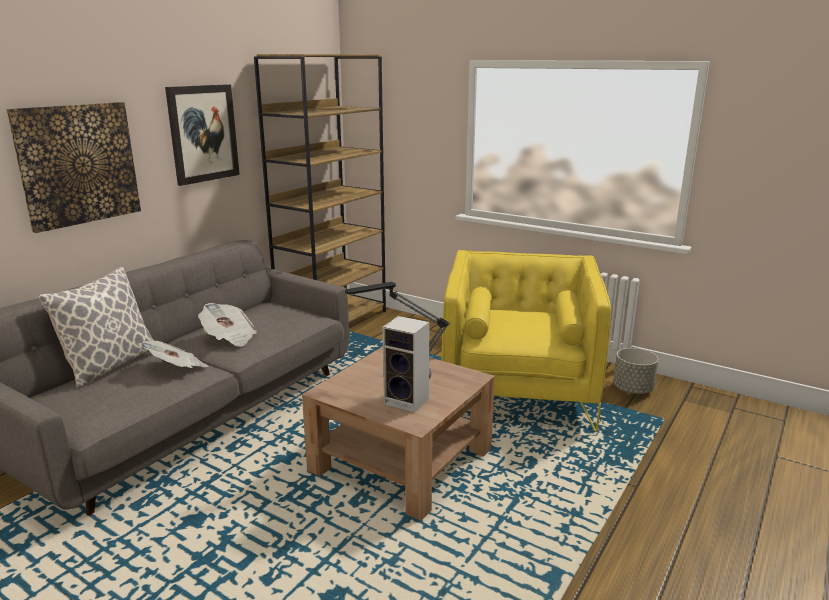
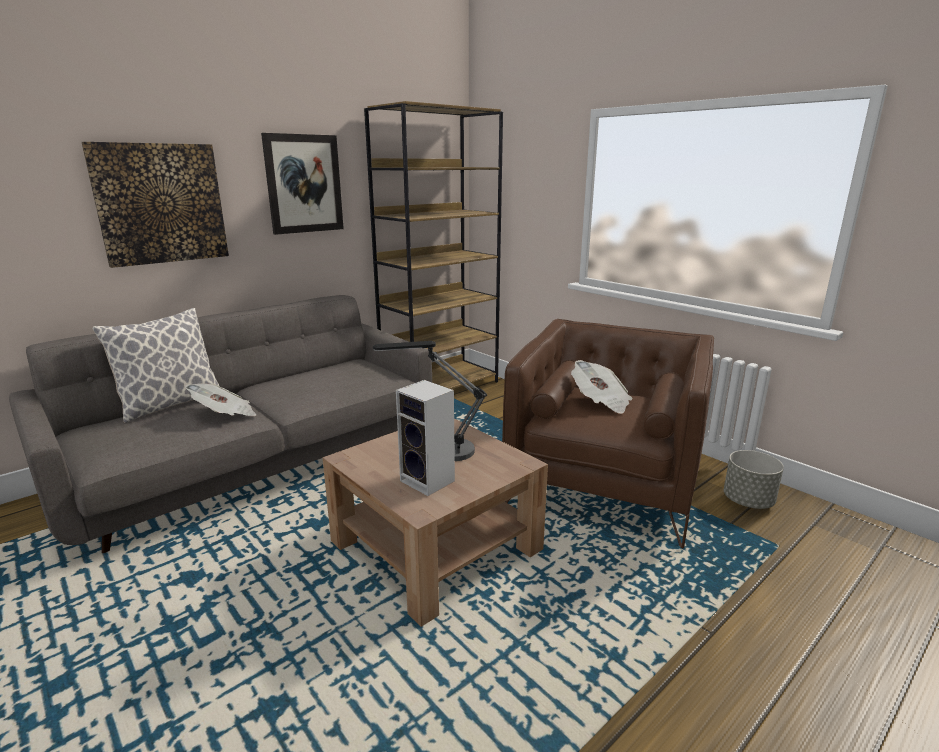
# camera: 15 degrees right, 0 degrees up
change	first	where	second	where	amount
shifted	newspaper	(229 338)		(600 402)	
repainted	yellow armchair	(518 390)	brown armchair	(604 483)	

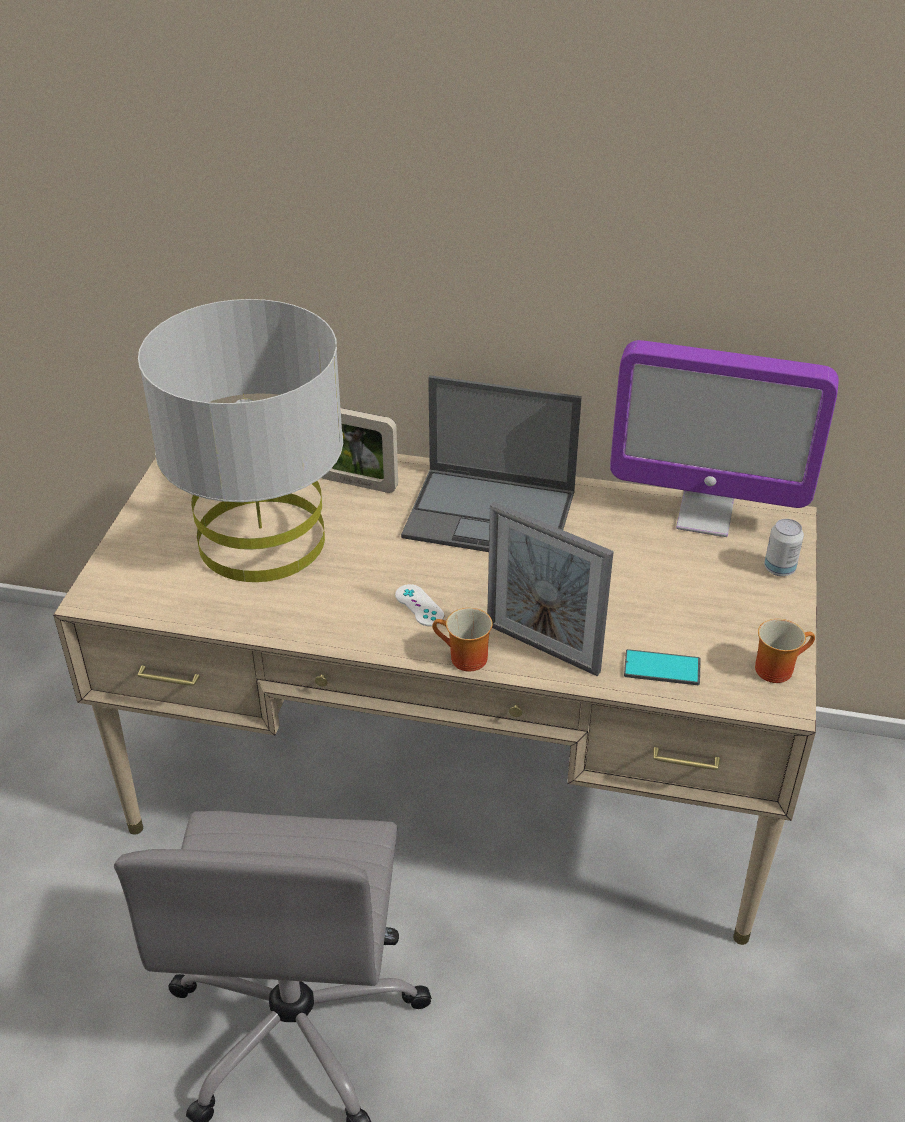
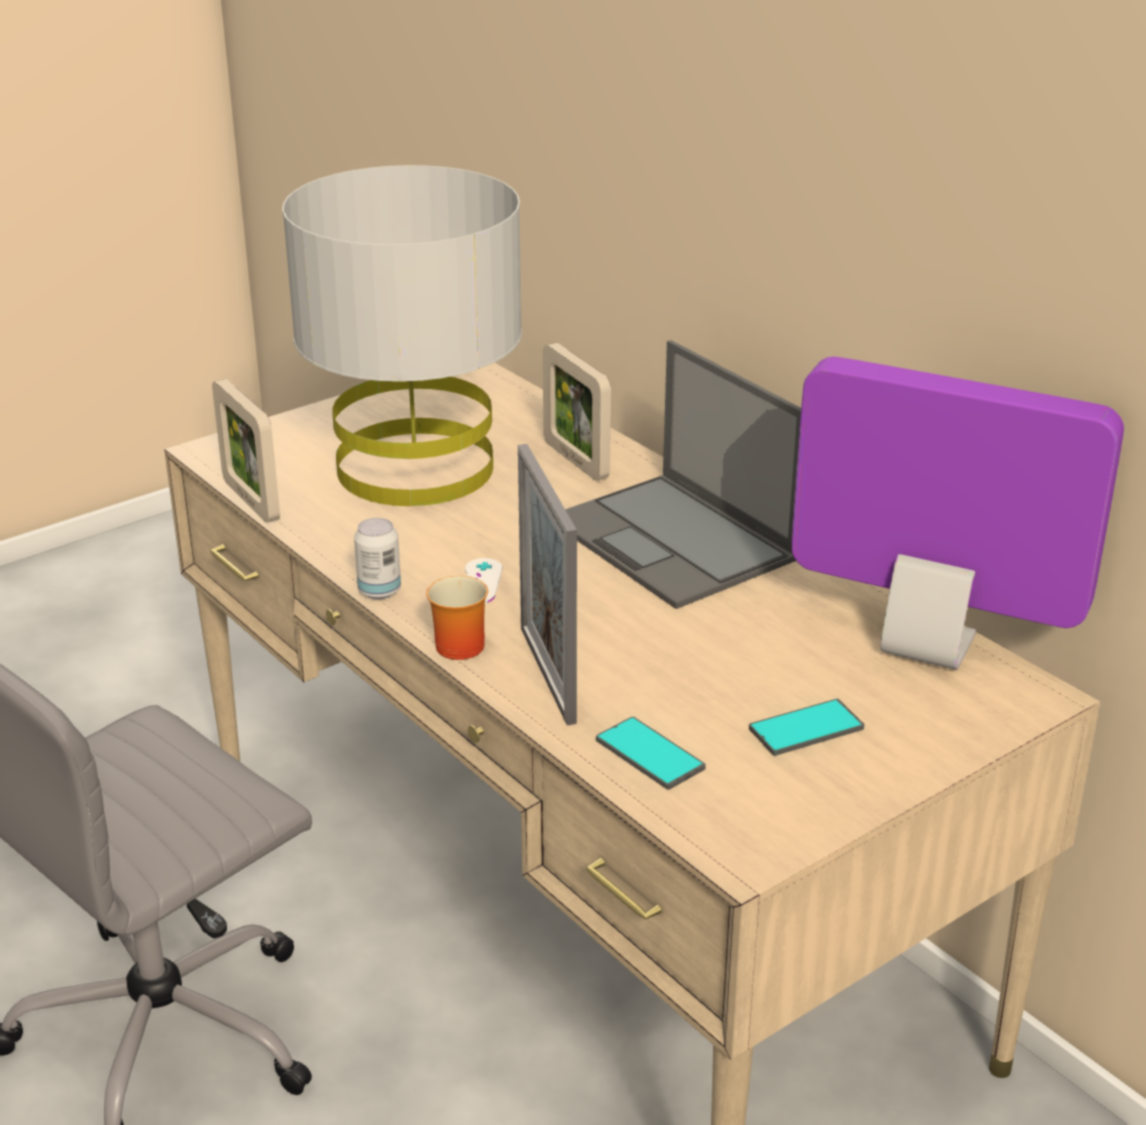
# camera: 40 degrees right, 10 degrees down
change	first	where	second	where	amount
gone	mug	(776 667)			
new			picture frame	(251 501)	
new			phone	(806 728)	
shifted	can	(779 569)		(379 591)	
rotated	monitor	(704 516)		(927 646)	150 degrees clockwise

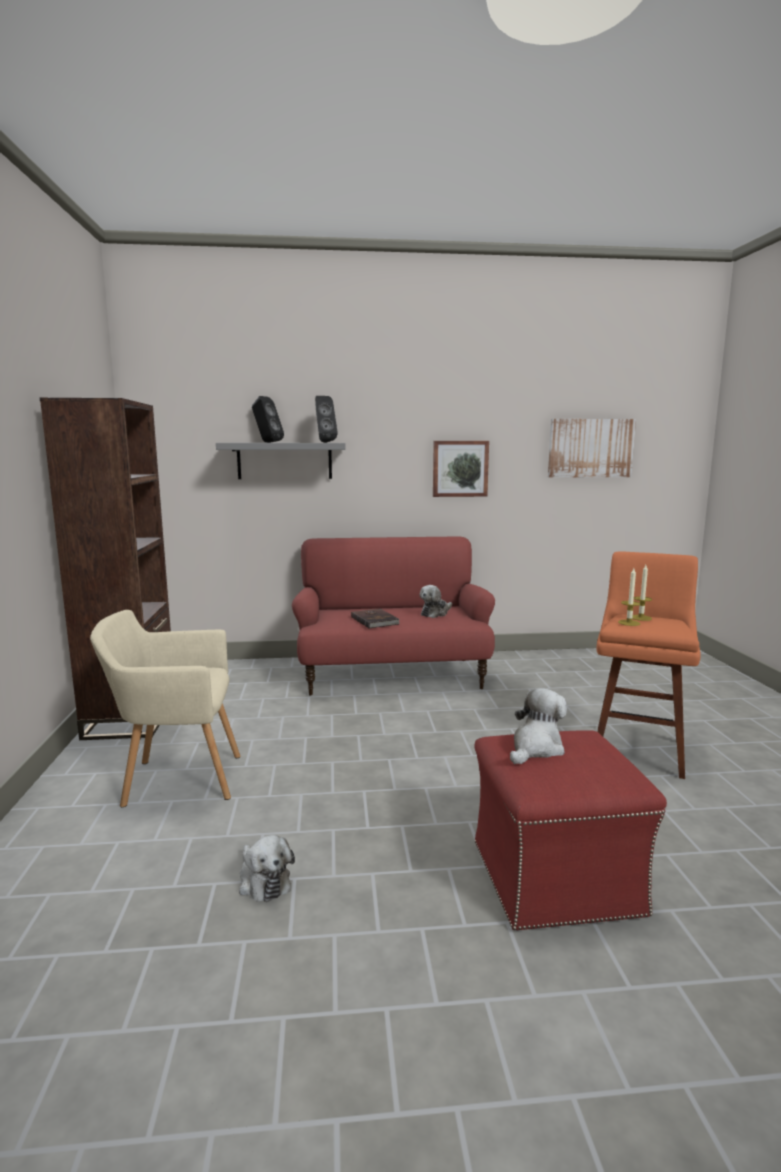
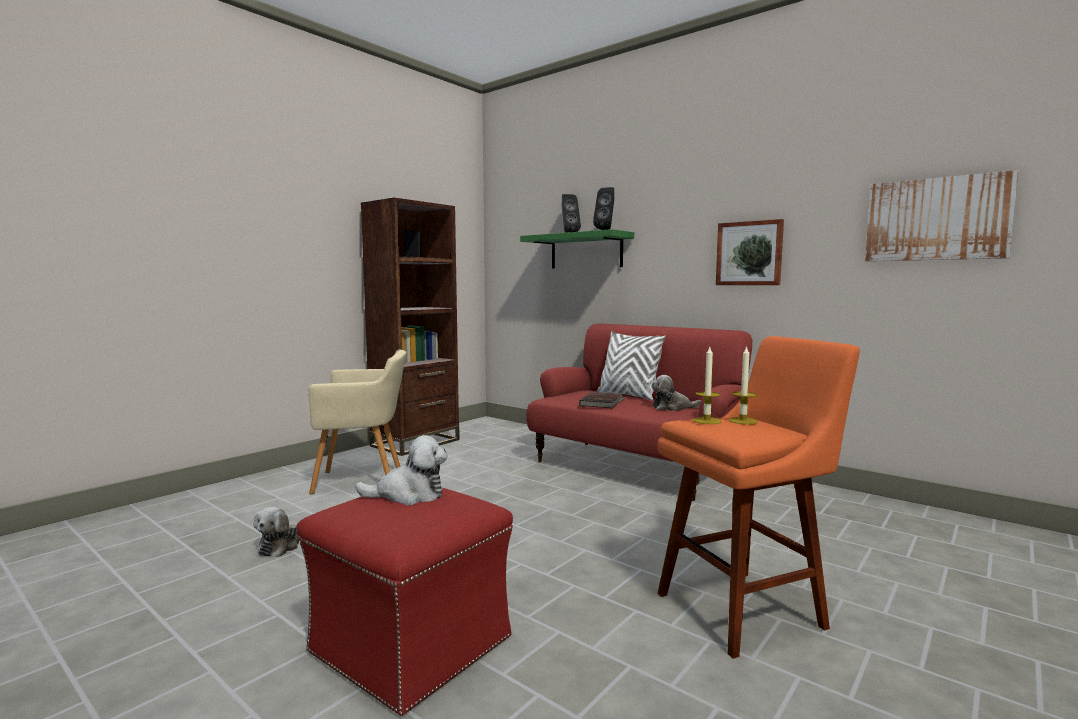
# camera: 45 degrees right, 5 degrees down
change	first	where	second	where	amount
new			white pillow	(628 395)	
repainted	grey shelf	(284 461)	green shelf	(586 251)	
rotated	beige armchair	(177 779)		(363 480)	135 degrees clockwise

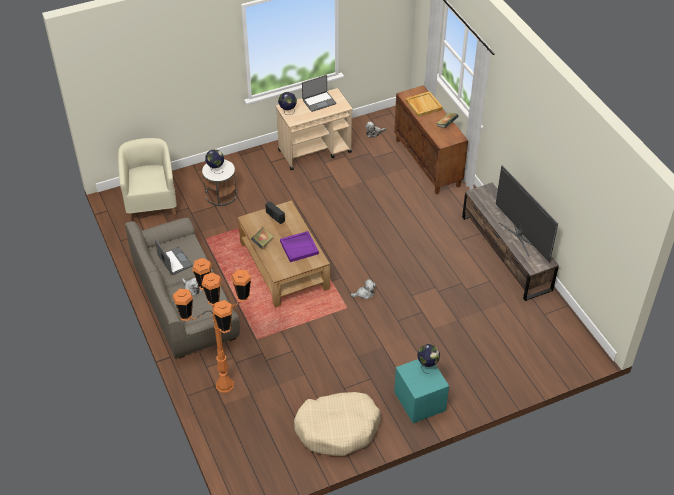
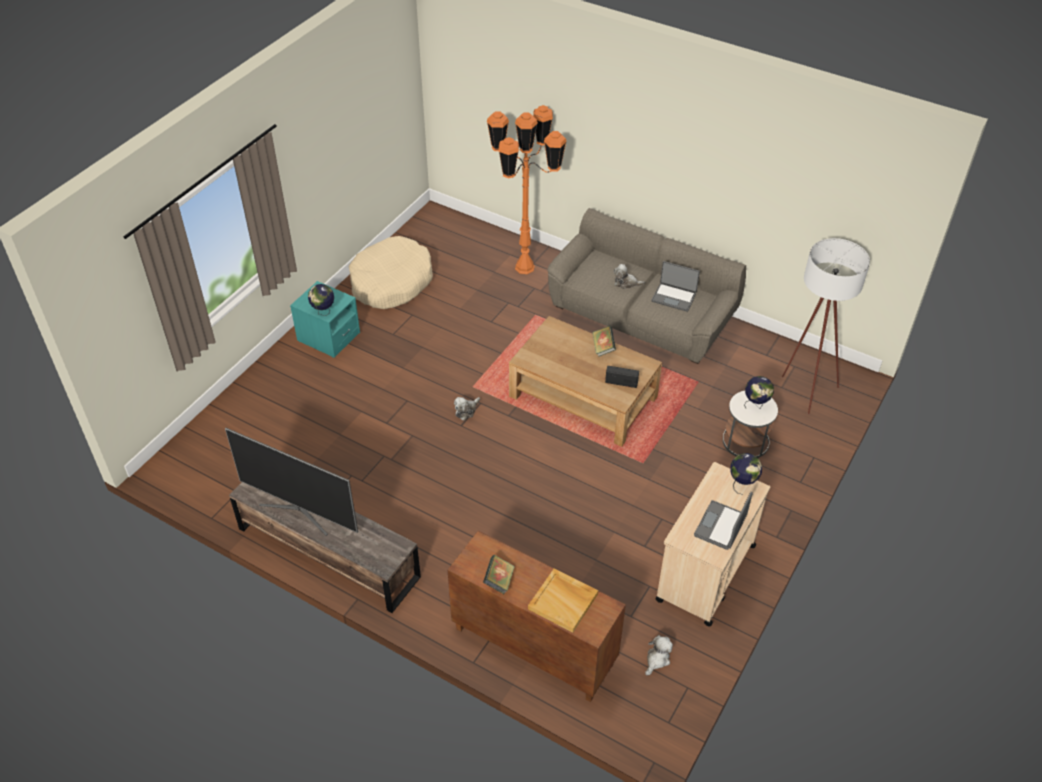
# camera: 145 degrees right, 0 degrees up
change	first	where	second	where	amount
gone	purple tray	(299 247)			
swapped	beige armchair	(152 204)	white floor lamp	(804 389)	

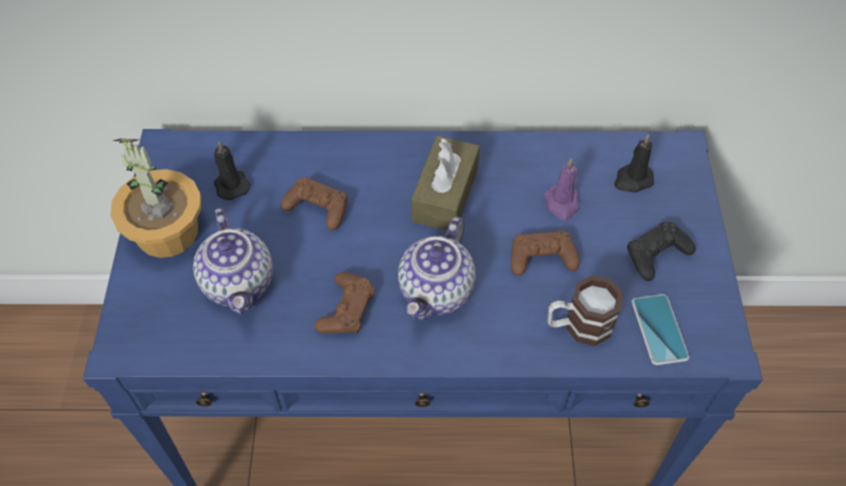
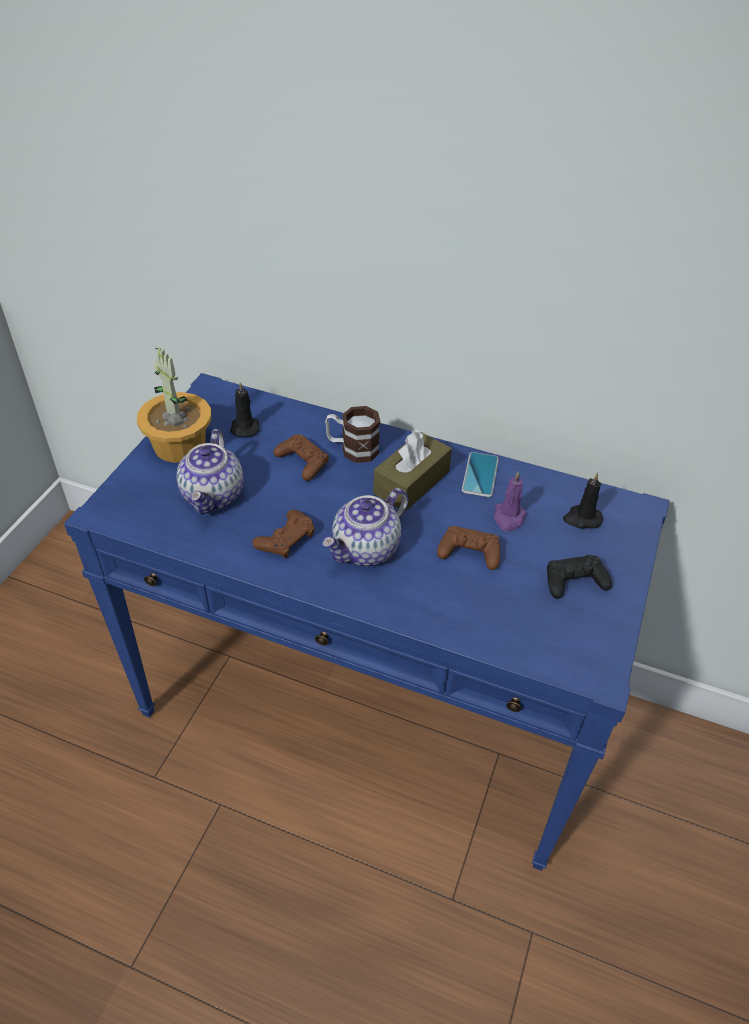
# camera: 20 degrees right, 10 degrees down
change	first	where	second	where	amount
shifted	mug	(578 325)		(352 449)	
shifted	phone	(659 329)		(480 475)	

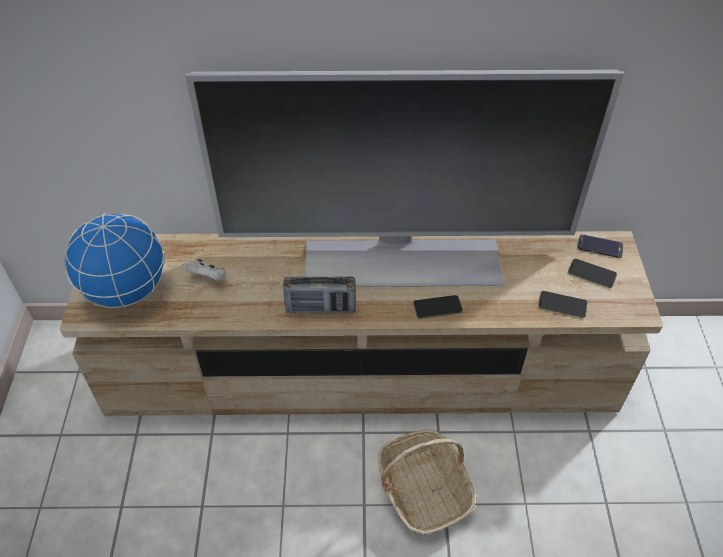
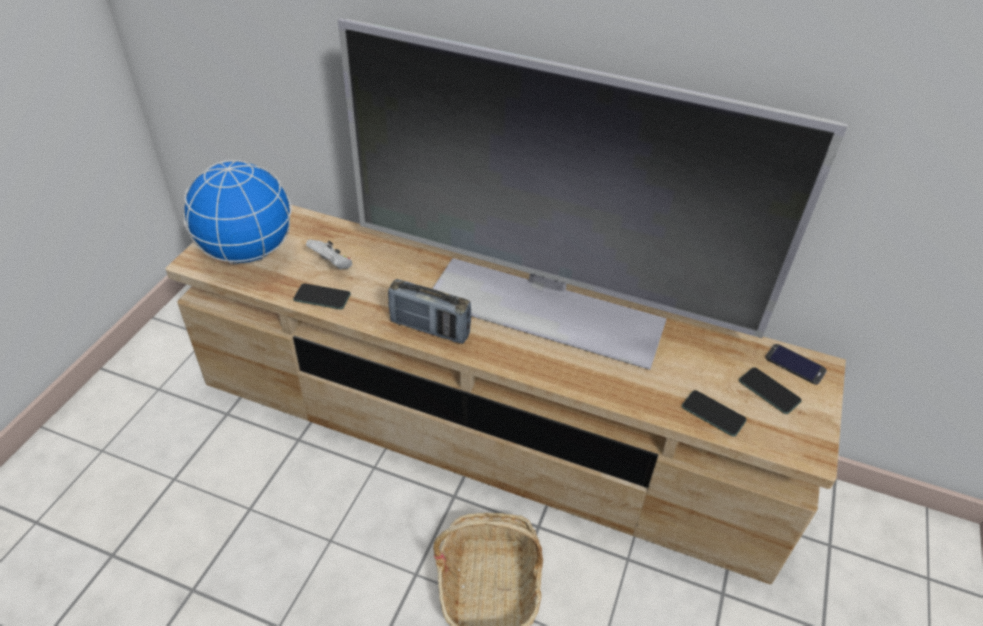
# camera: 20 degrees right, 5 degrees down
change	first	where	second	where	amount
shifted	phone	(437 307)		(322 297)	

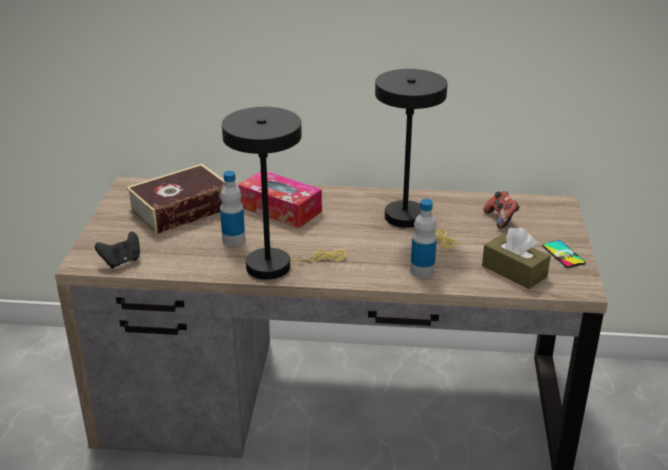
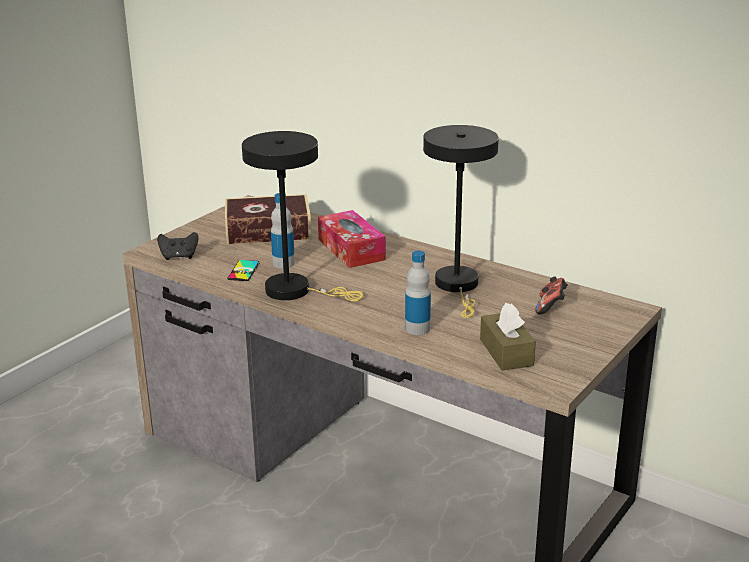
# camera: 30 degrees right, 5 degrees down
change	first	where	second	where	amount
shifted	phone	(563 254)		(243 271)	

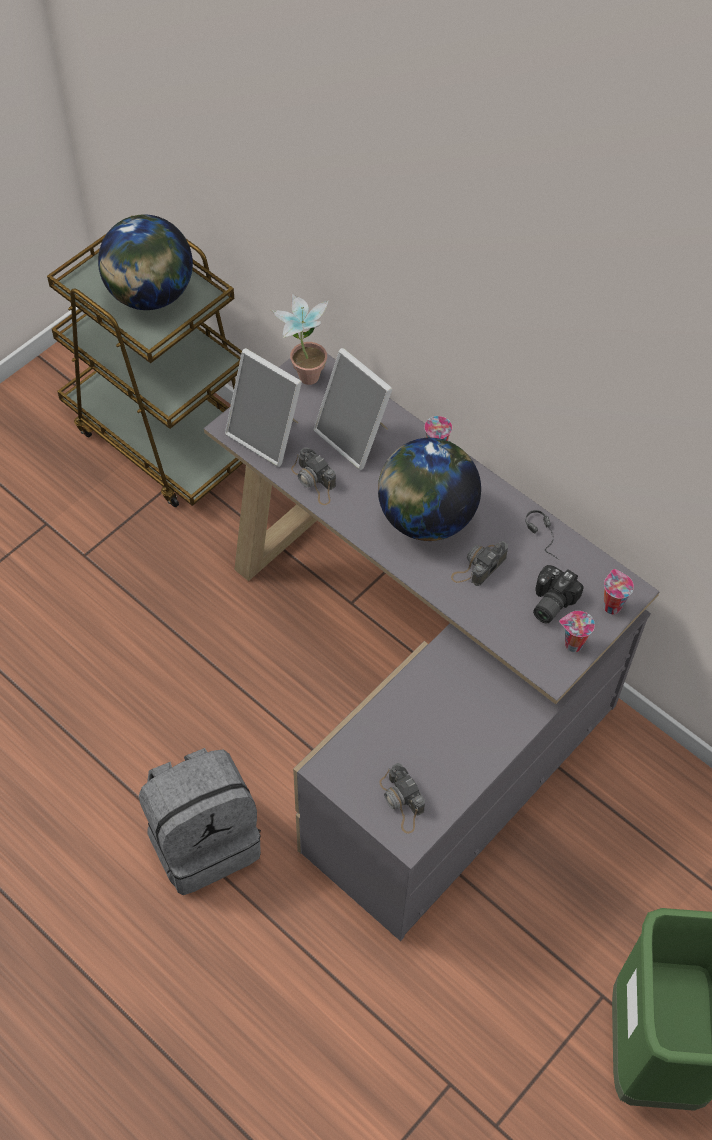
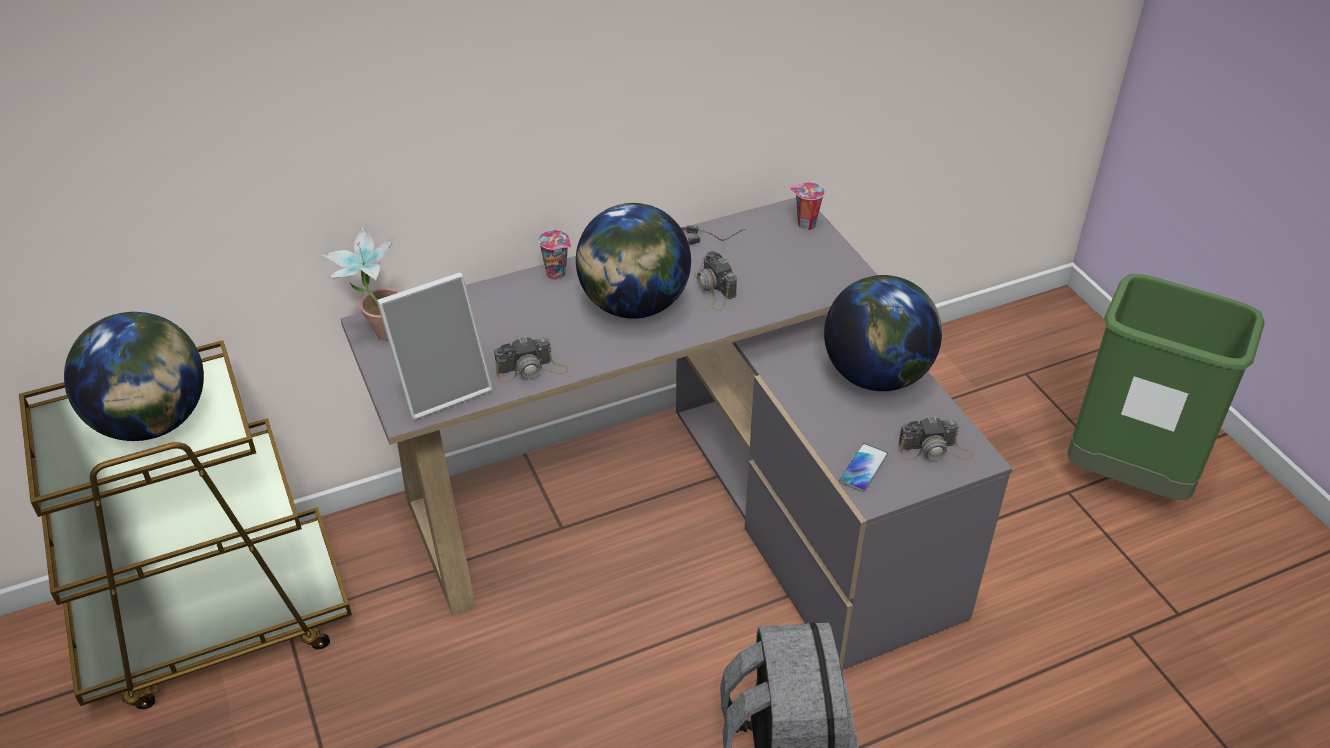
# camera: 65 degrees left, 15 degrees down
change	first	where	second	where	amount
gone	picture frame	(355 437)			
gone	photo camera	(549 602)			
gone	cup	(572 645)			
new			globe	(876 375)	
new			phone	(863 468)	

